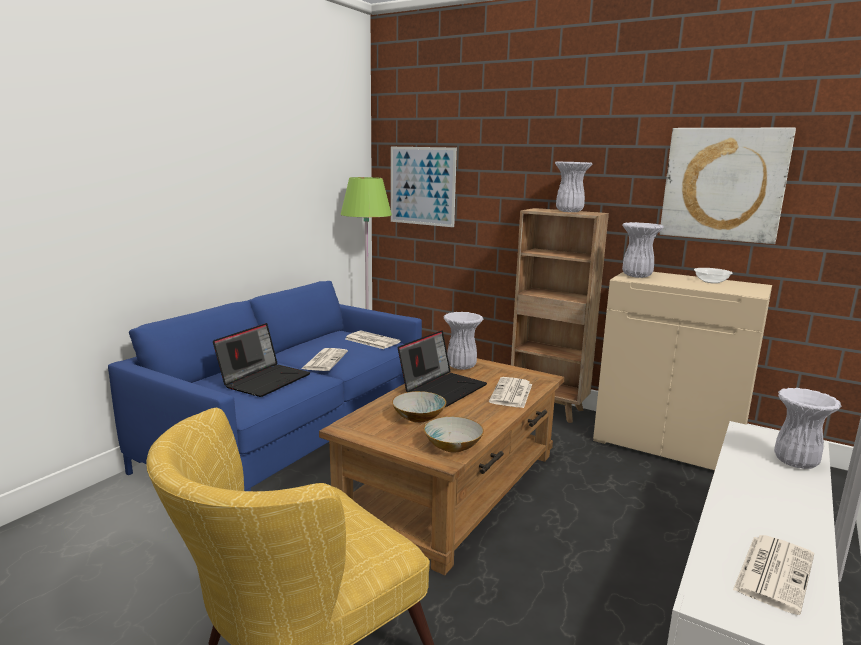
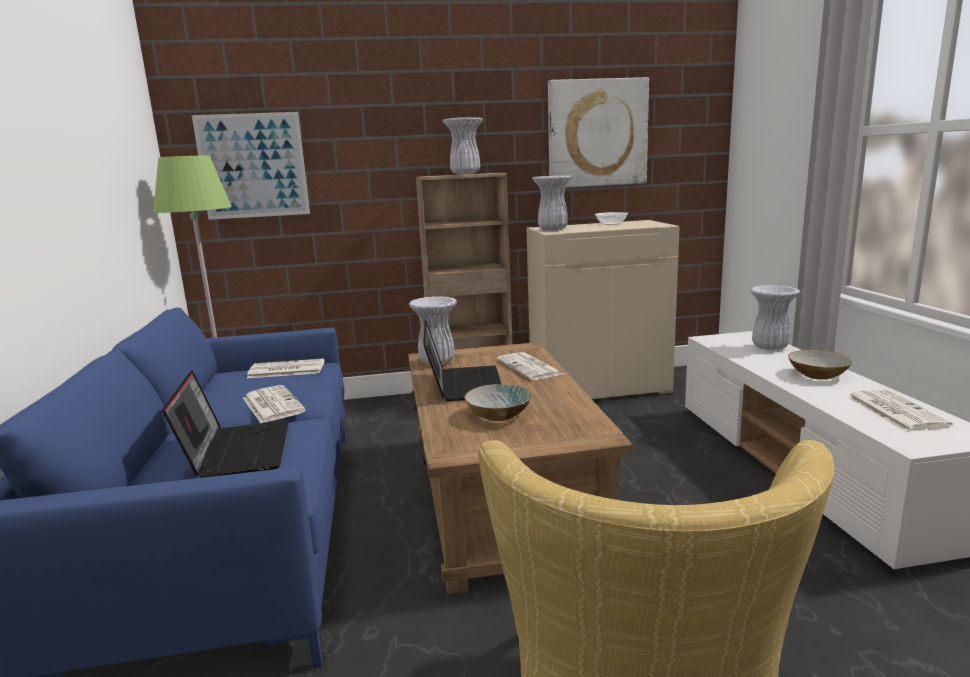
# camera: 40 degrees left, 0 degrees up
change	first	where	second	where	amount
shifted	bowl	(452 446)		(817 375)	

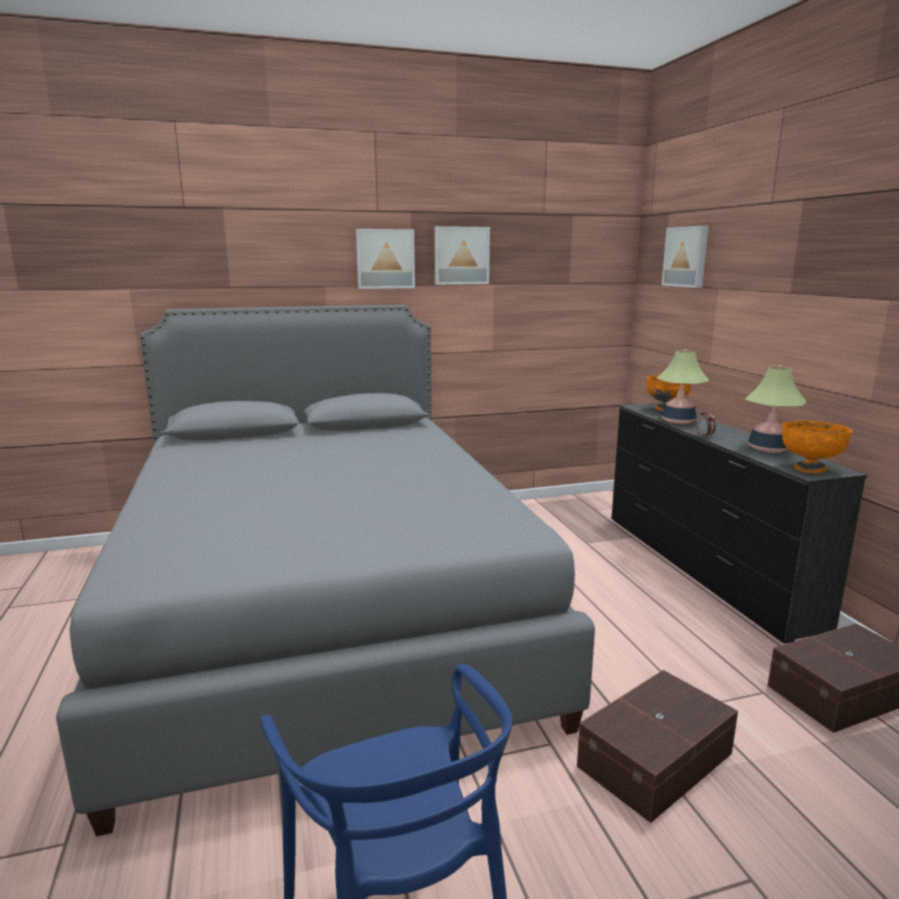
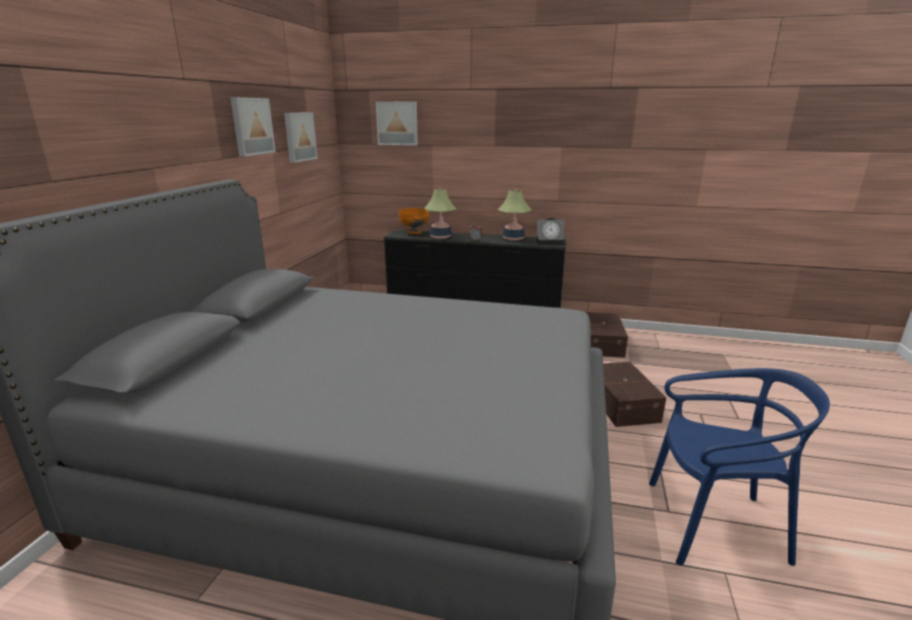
# camera: 60 degrees left, 5 degrees up
change	first	where	second	where	amount
shifted	picture	(385 259)		(299 136)	
swapped	orange bowl	(809 469)	alarm clock	(550 242)	

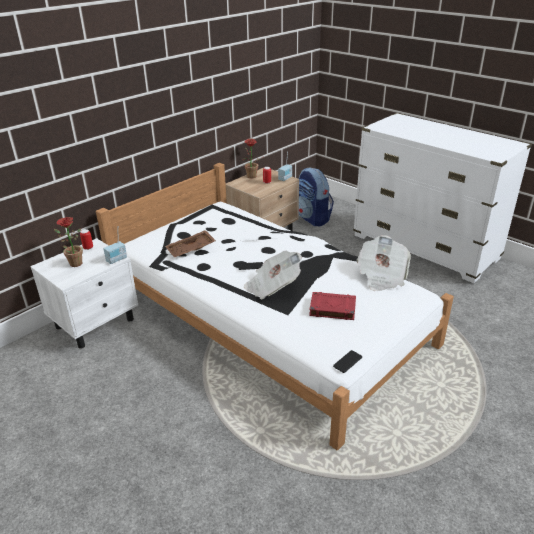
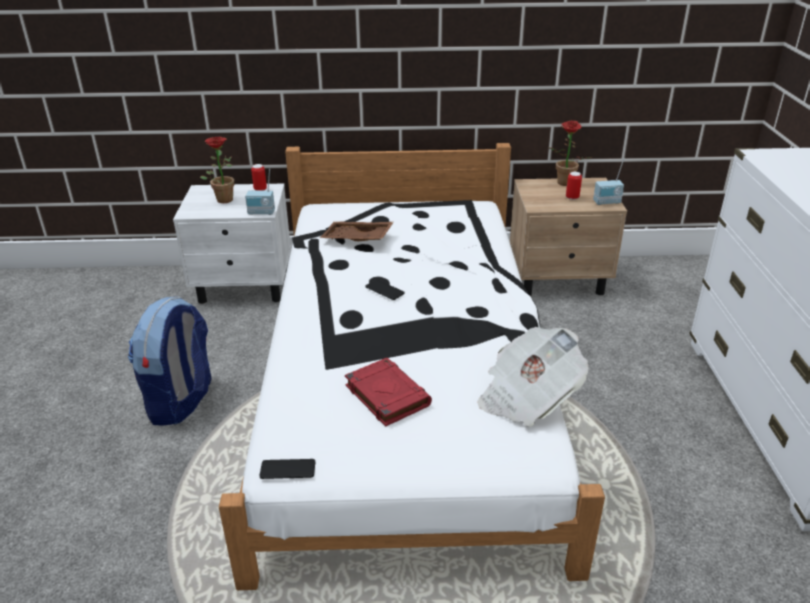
# camera: 45 degrees right, 0 degrees up
change	first	where	second	where	amount
gone	newspaper	(272 287)			
shifted	backpack	(312 218)		(182 401)	

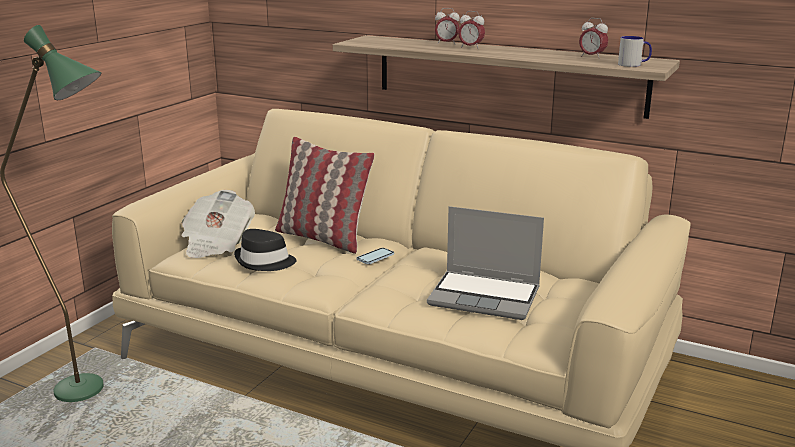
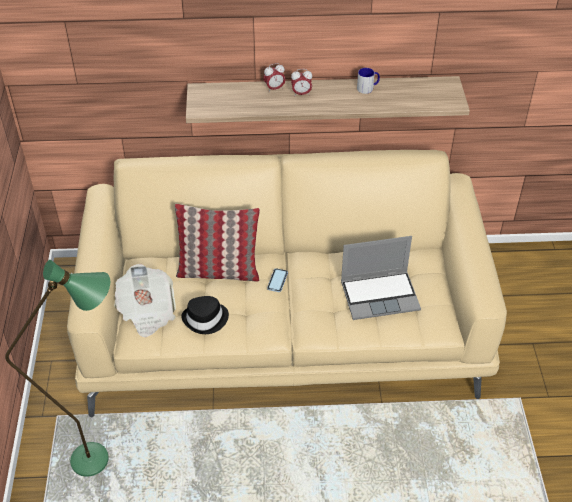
# camera: 30 degrees left, 25 degrees up
change	first	where	second	where	amount
gone	alarm clock	(592 57)			
shifted	mug	(634 65)		(368 88)	

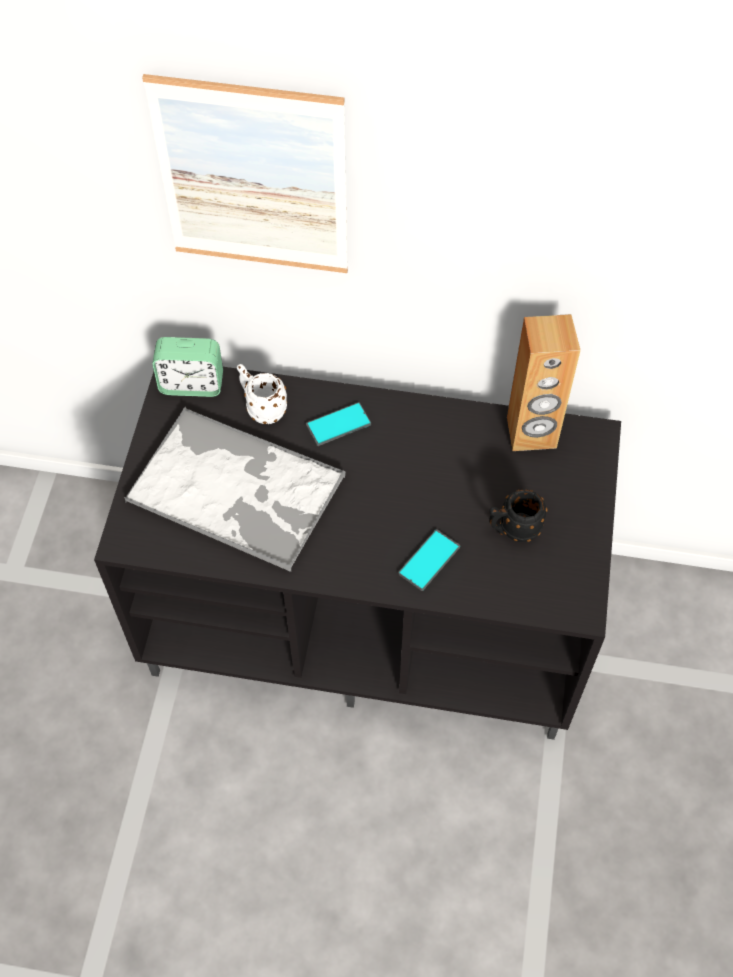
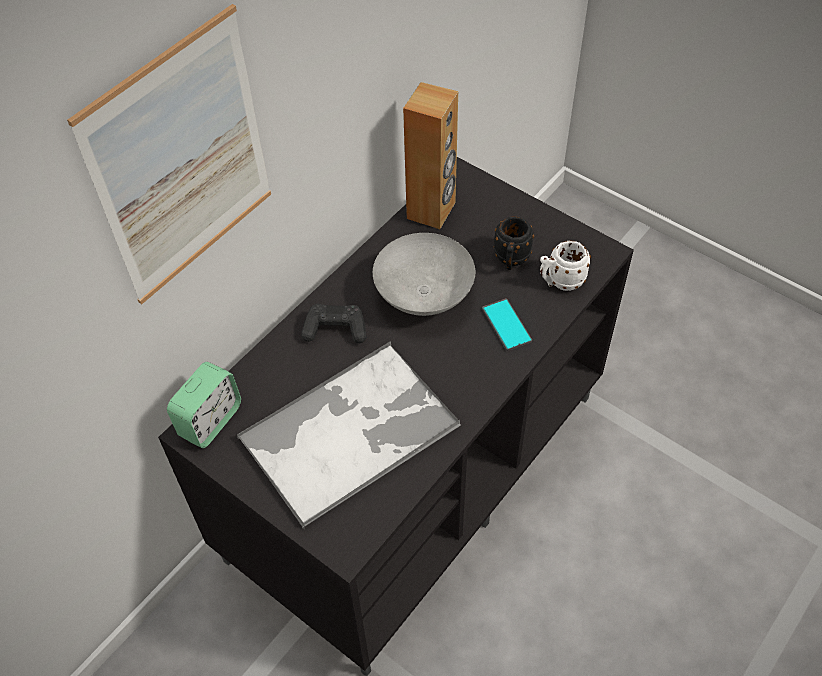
# camera: 60 degrees left, 5 degrees down
change	first	where	second	where	amount
new			grey bowl	(422 295)	
shifted	white mug	(262 408)		(560 281)	
swapped	phone	(338 425)	black game controller	(335 329)	

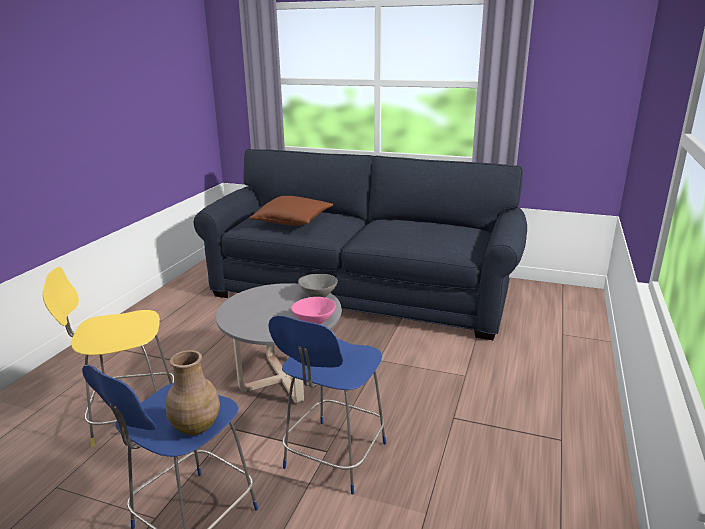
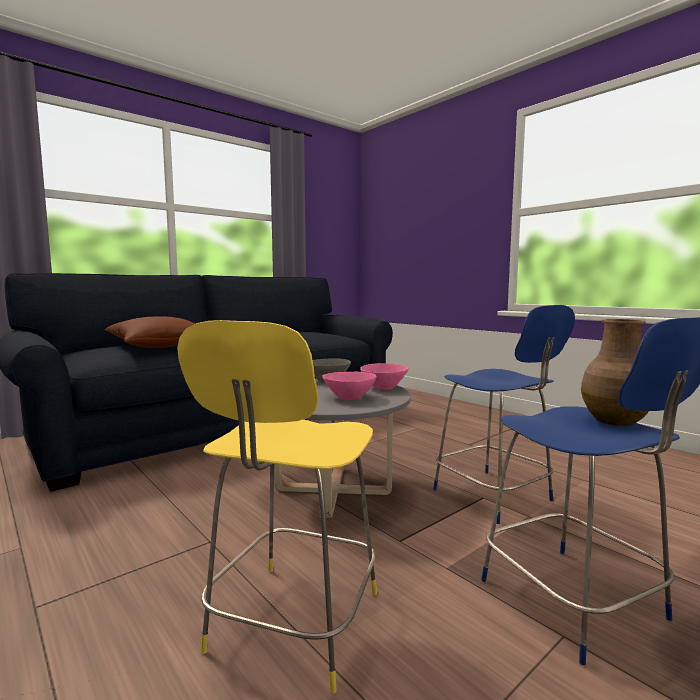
# camera: 60 degrees left, 15 degrees down
change	first	where	second	where	amount
new			pink bowl	(349 397)	

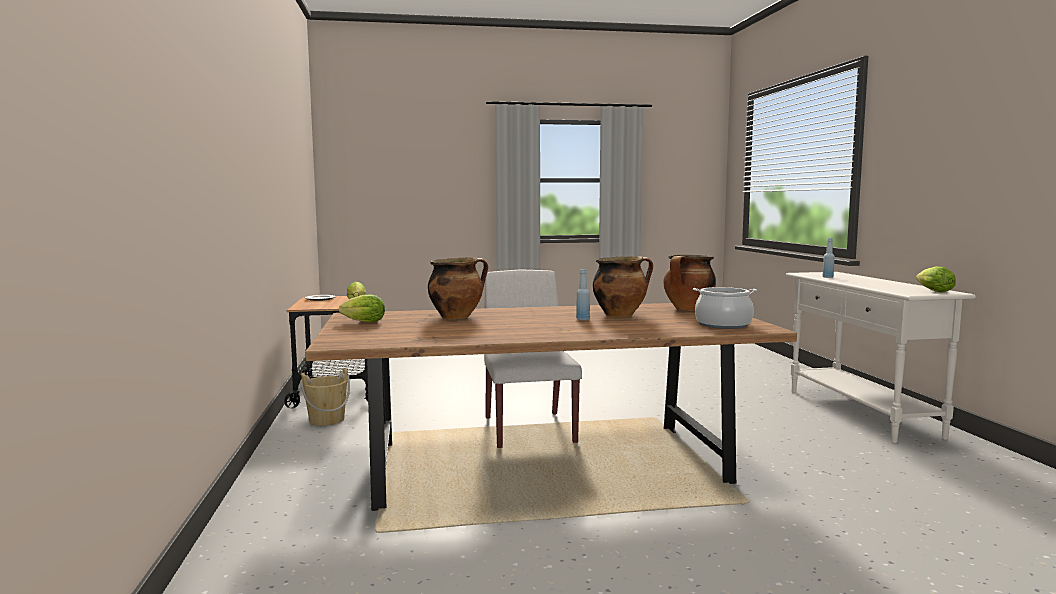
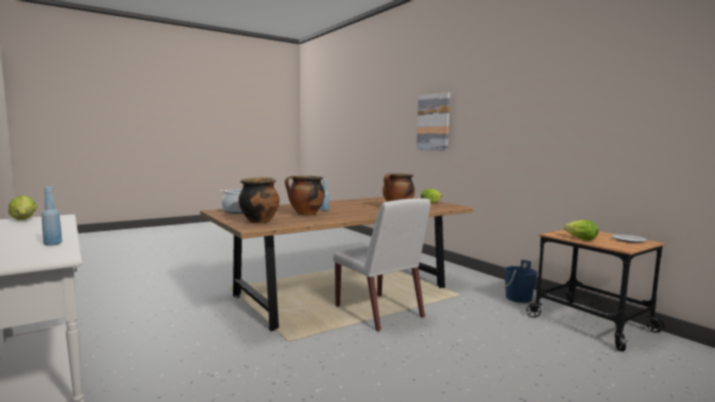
# camera: 155 degrees right, 0 degrees up
change	first	where	second	where	amount
new			picture	(433 122)	
repainted	beige bucket	(326 420)	blue bucket	(518 298)	

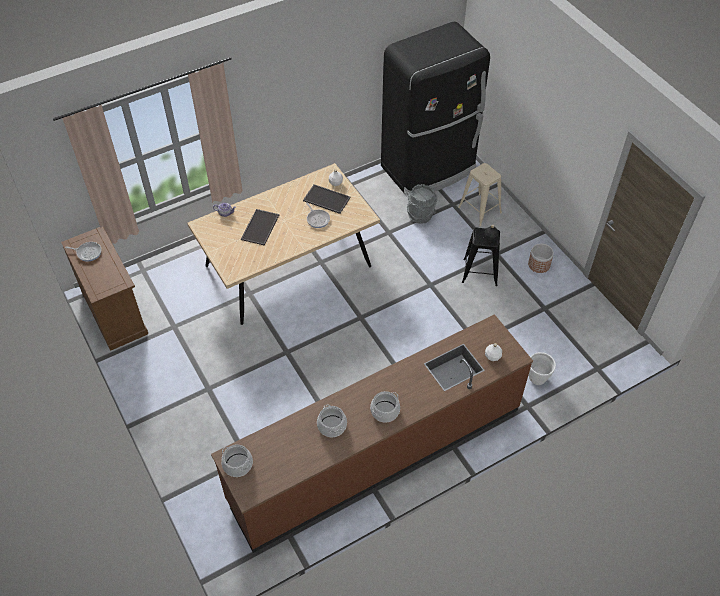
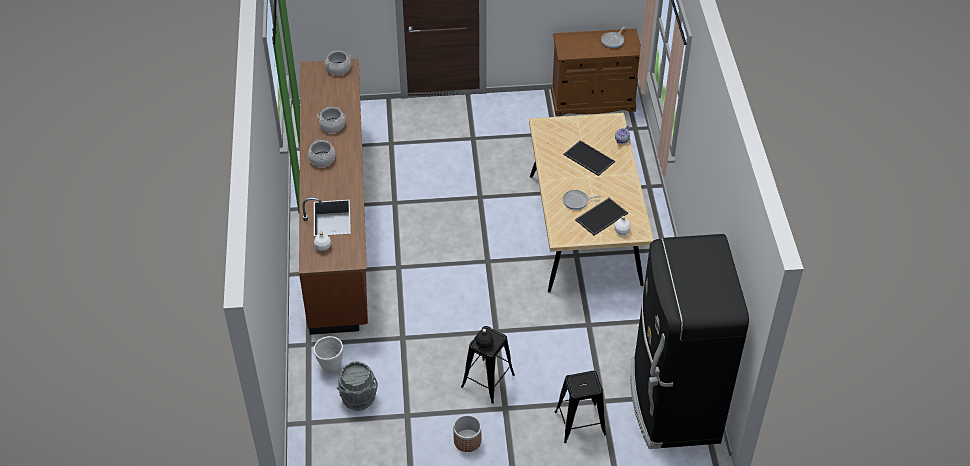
# camera: 115 degrees right, 5 degrees down
change	first	where	second	where	amount
shifted	grey bucket	(420 215)		(358 398)	
repainted	beige stool	(479 210)	black stool	(580 423)	

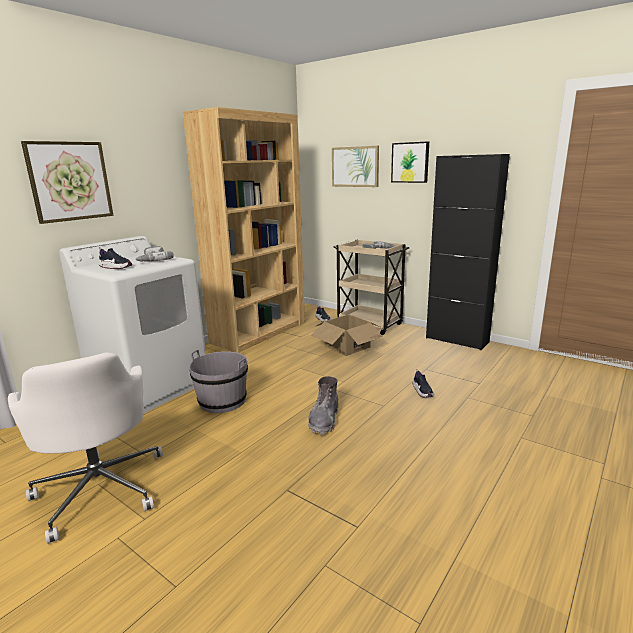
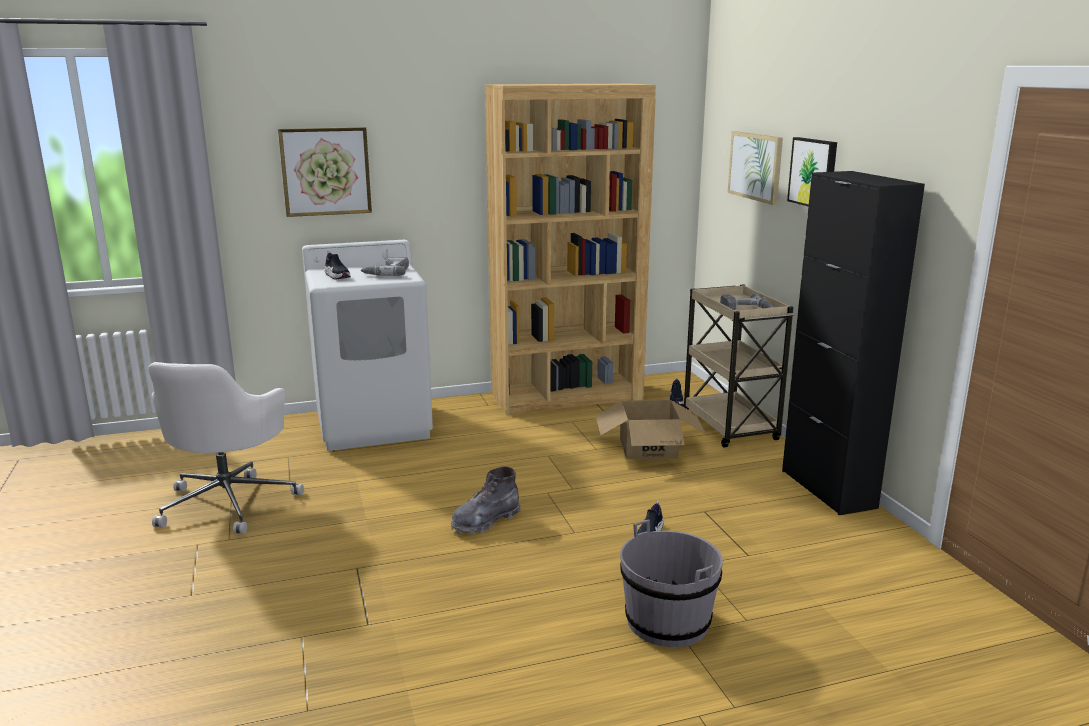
# camera: 35 degrees right, 0 degrees up
change	first	where	second	where	amount
shifted	grey bucket	(222 401)		(667 622)	

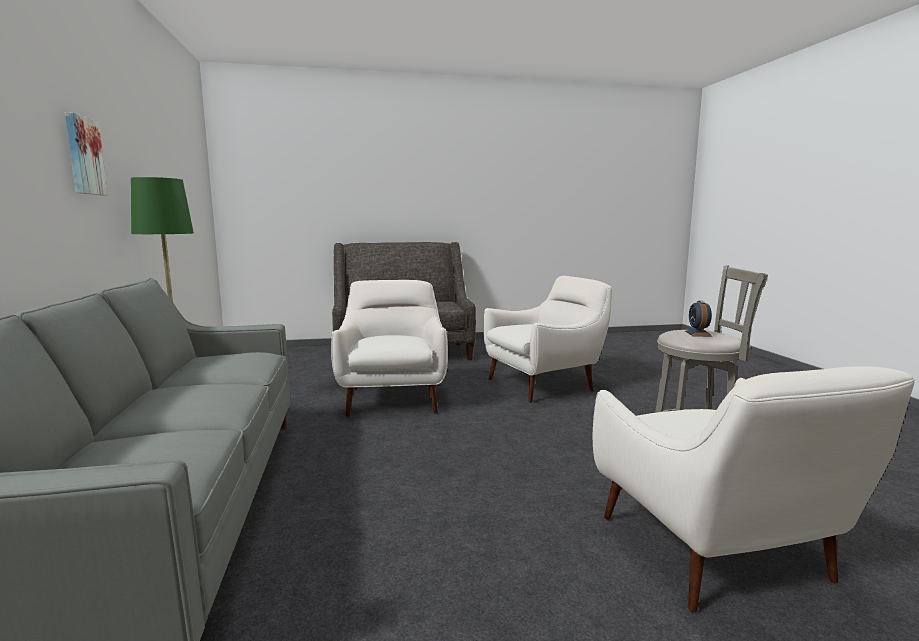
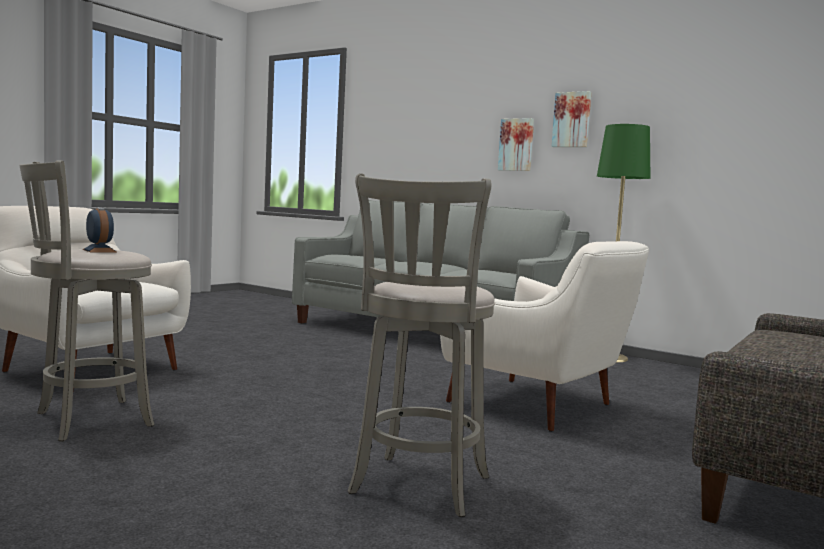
# camera: 135 degrees right, 5 degrees down
change	first	where	second	where	amount
new			picture	(516 145)	
swapped	white armchair	(544 384)	grey stool	(417 488)	

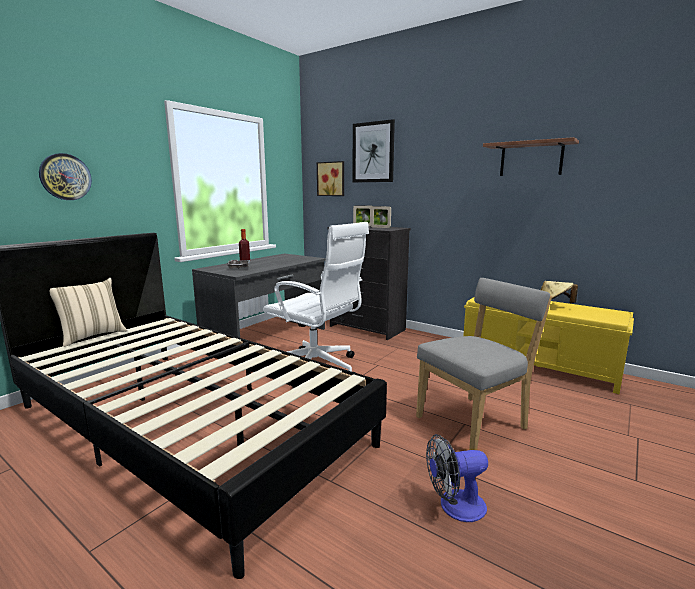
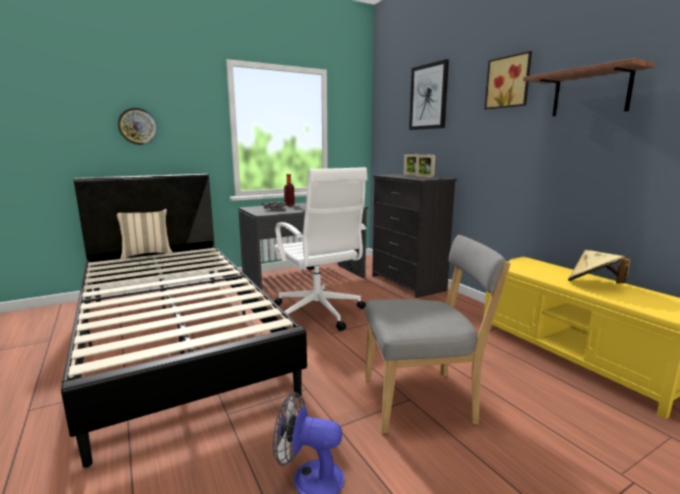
# camera: 25 degrees right, 0 degrees up
change	first	where	second	where	amount
shifted	picture	(331 179)		(509 82)	

